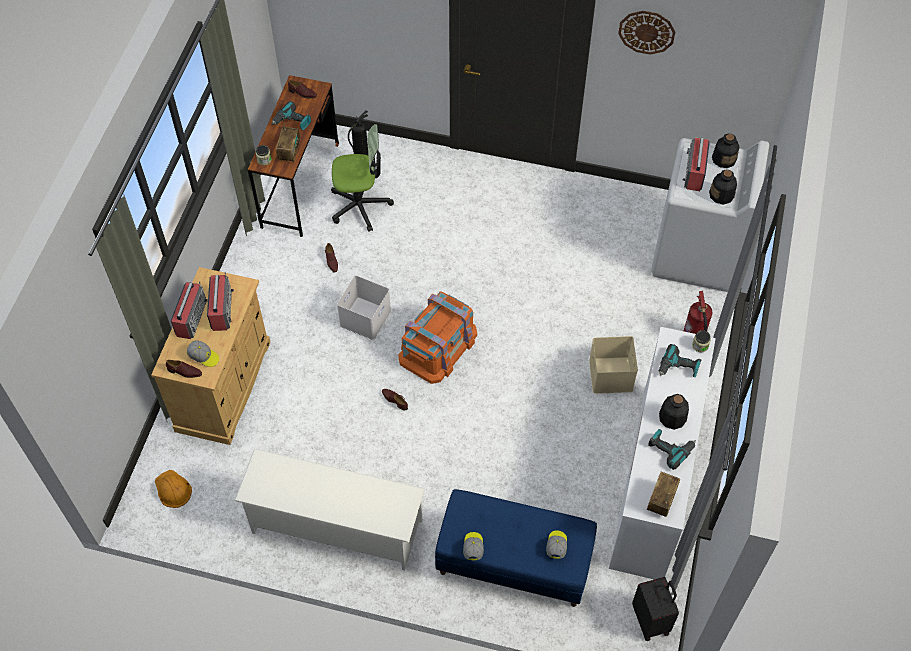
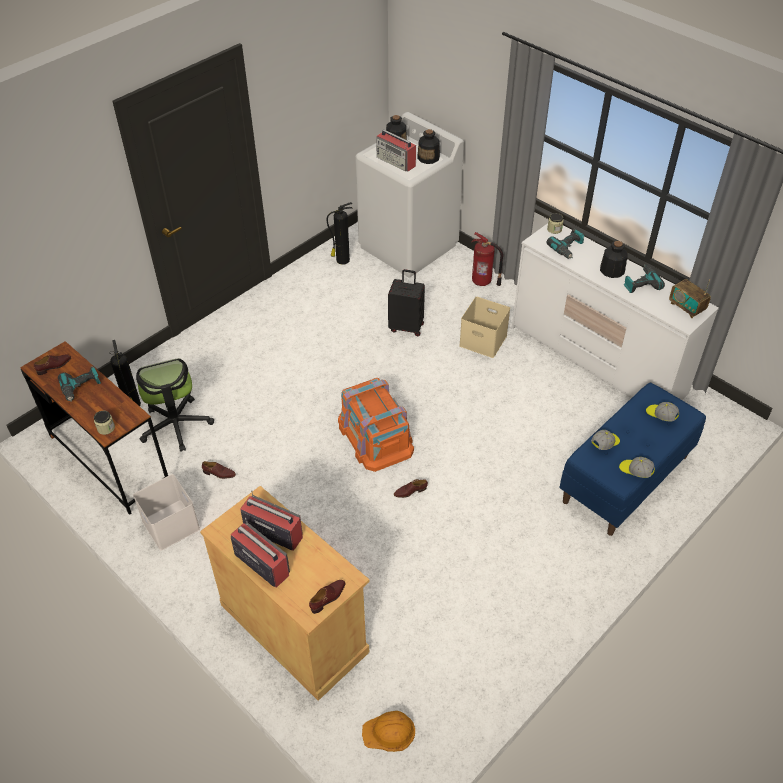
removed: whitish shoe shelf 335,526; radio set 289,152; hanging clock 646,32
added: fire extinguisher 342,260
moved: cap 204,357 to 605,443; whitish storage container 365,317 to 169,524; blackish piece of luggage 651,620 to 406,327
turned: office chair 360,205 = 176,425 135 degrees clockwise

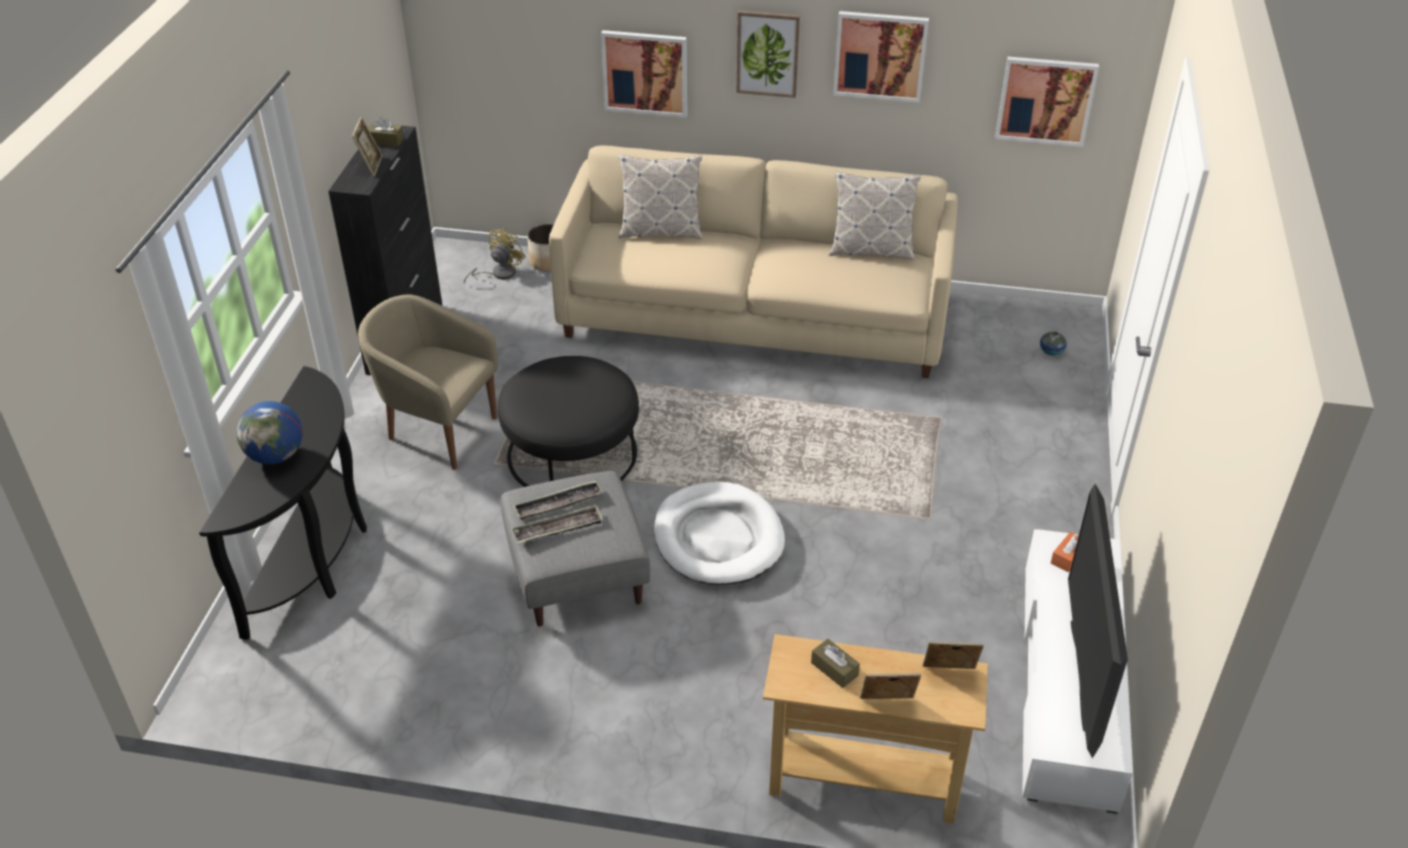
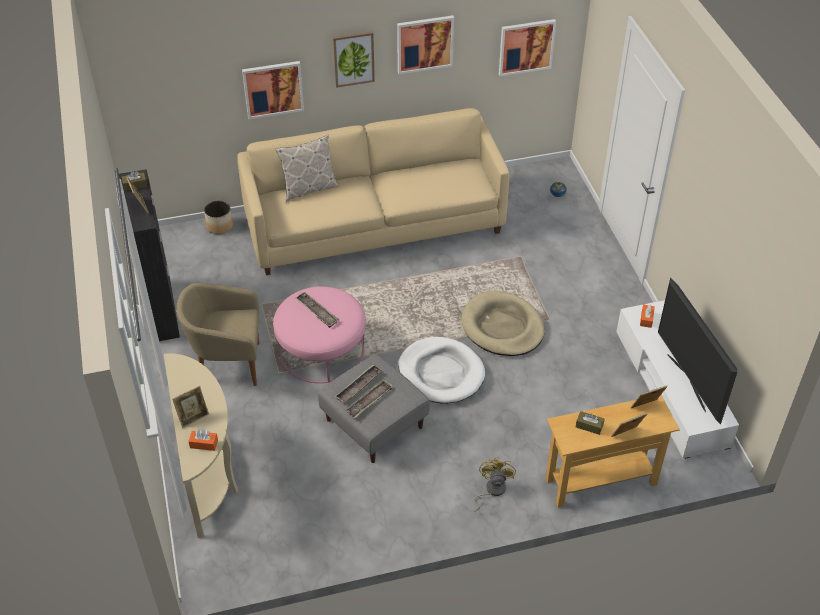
removed: pillow 871,250
added: orange-coloured tissue holder 204,444; carrying tray 317,312; beige-coloured pet bed 502,327
moved: yellowish electric fan 498,274 to 492,490
replaced: world globe 276,456 to photo frame 193,417
recoloured: blackish console table 316,558 to beige-coloured console table 209,472; blackish footrest 572,453 to pink footrest 321,350

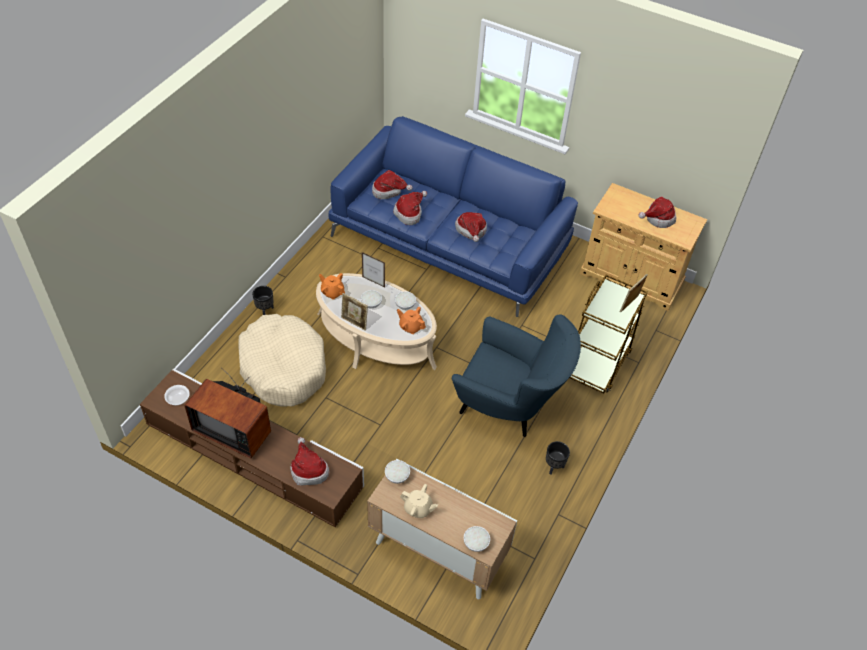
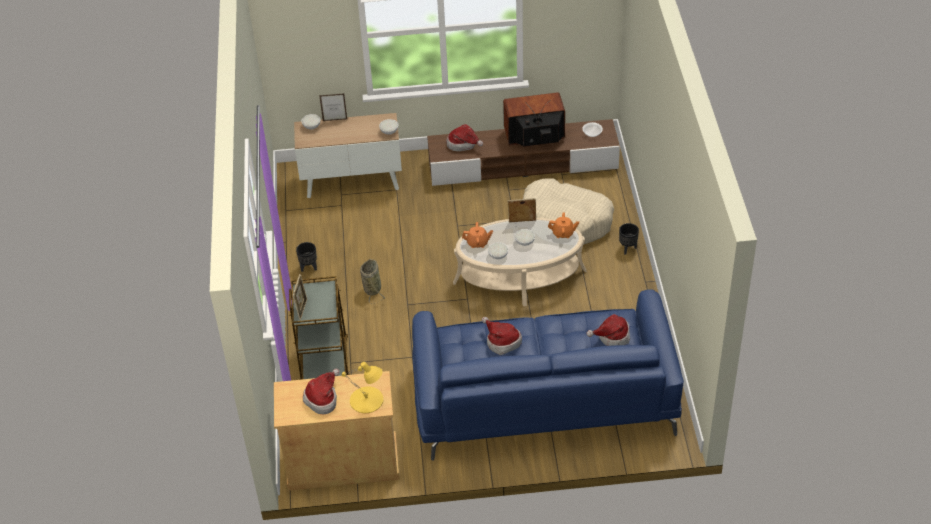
removed: wearable hat 409,213; beige-coloured teapot 418,508
added: yellowish lamp for a table 367,400
moved: photo frame 373,282 to 335,120
replaced: blue lounge chair 509,407 to storage basket 372,288

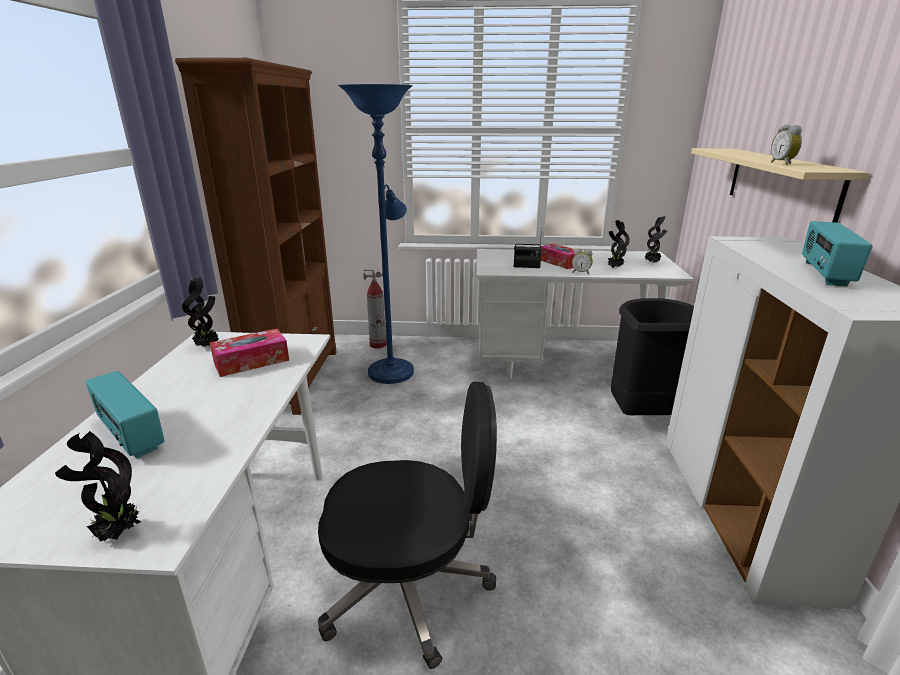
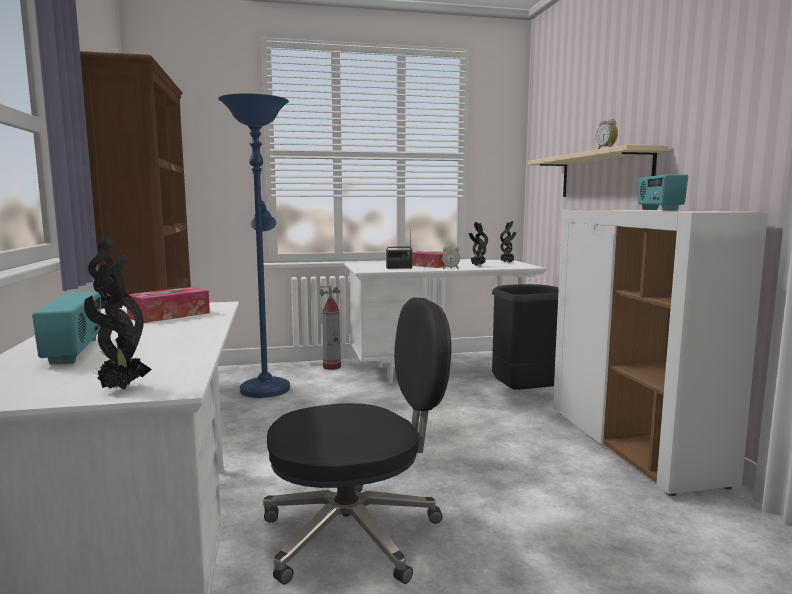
moved: fire extinguisher 378,345 to 332,367
turned: radio set 130,435 = 75,351 135 degrees counterclockwise

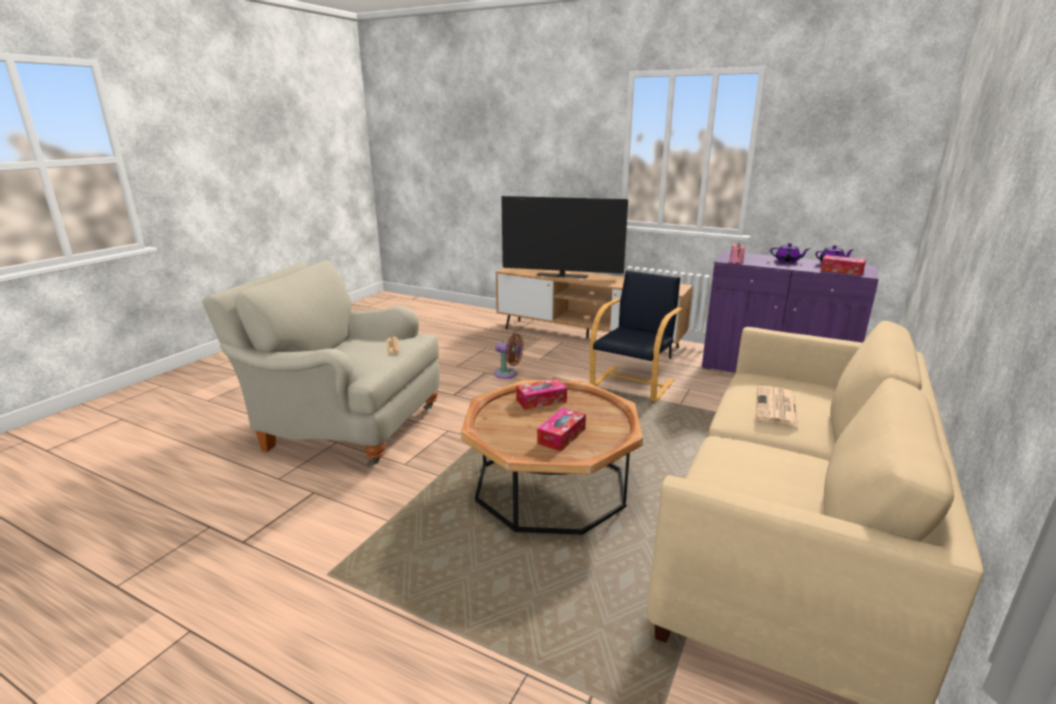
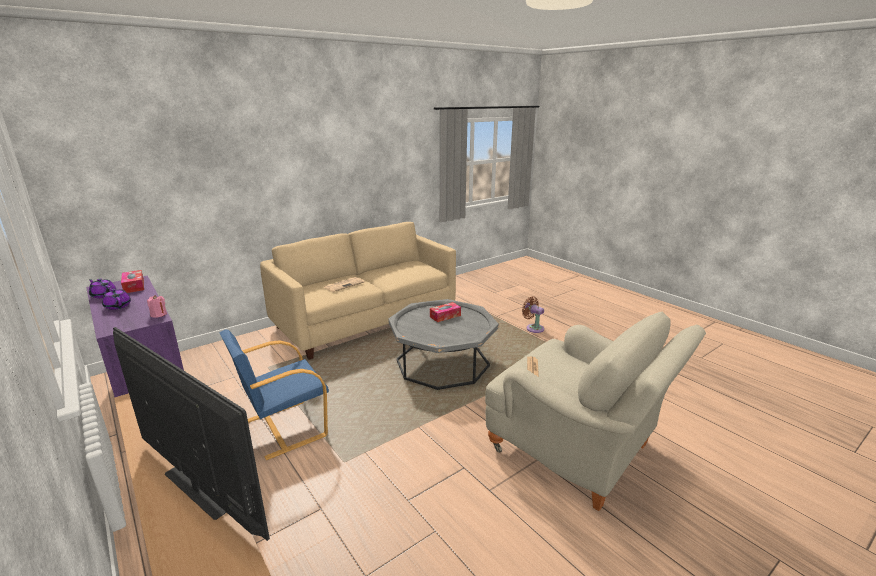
removed: tissue holder 541,400
moved: brownish electric fan 508,374 to 533,328
recoloured: brownish coffee table 550,486 to gray coffee table 442,363; blackish lounge chair 633,383 to blue lounge chair 284,428

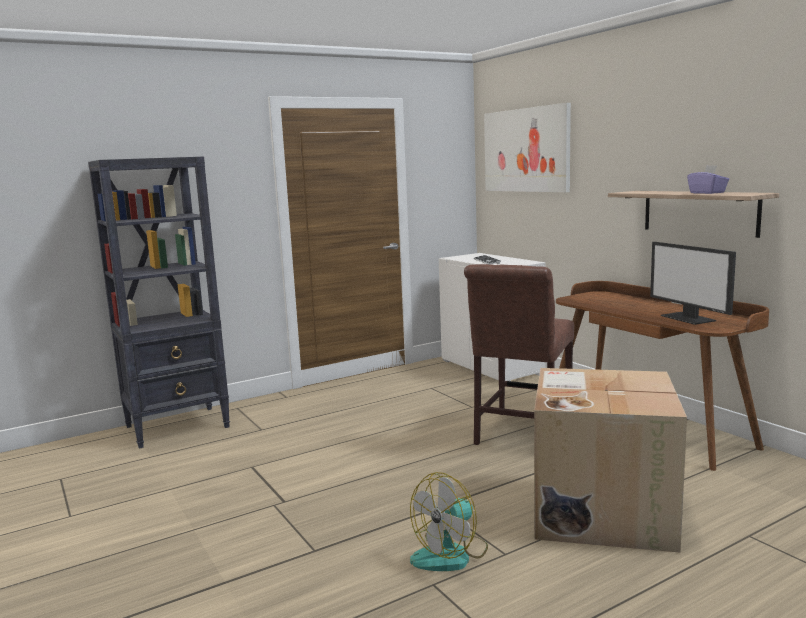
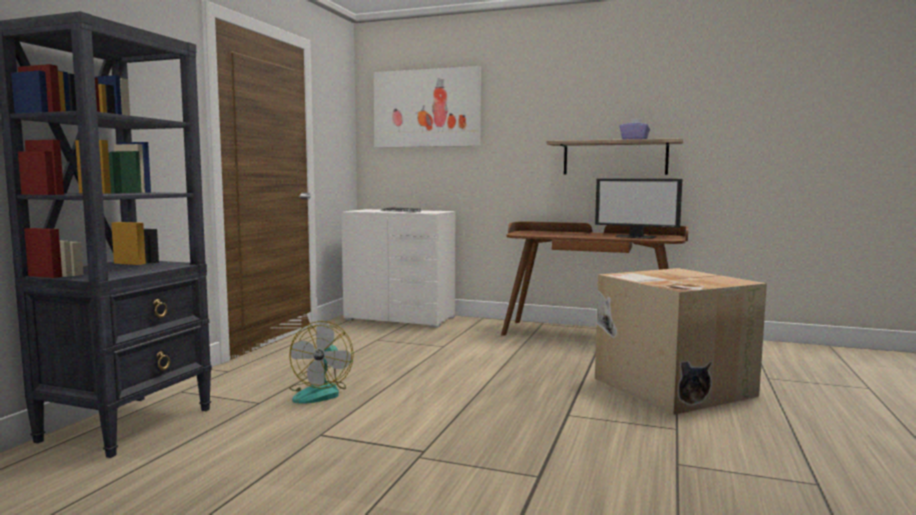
removed: brownish upright chair 521,435
moved: electric fan 451,554 to 321,392

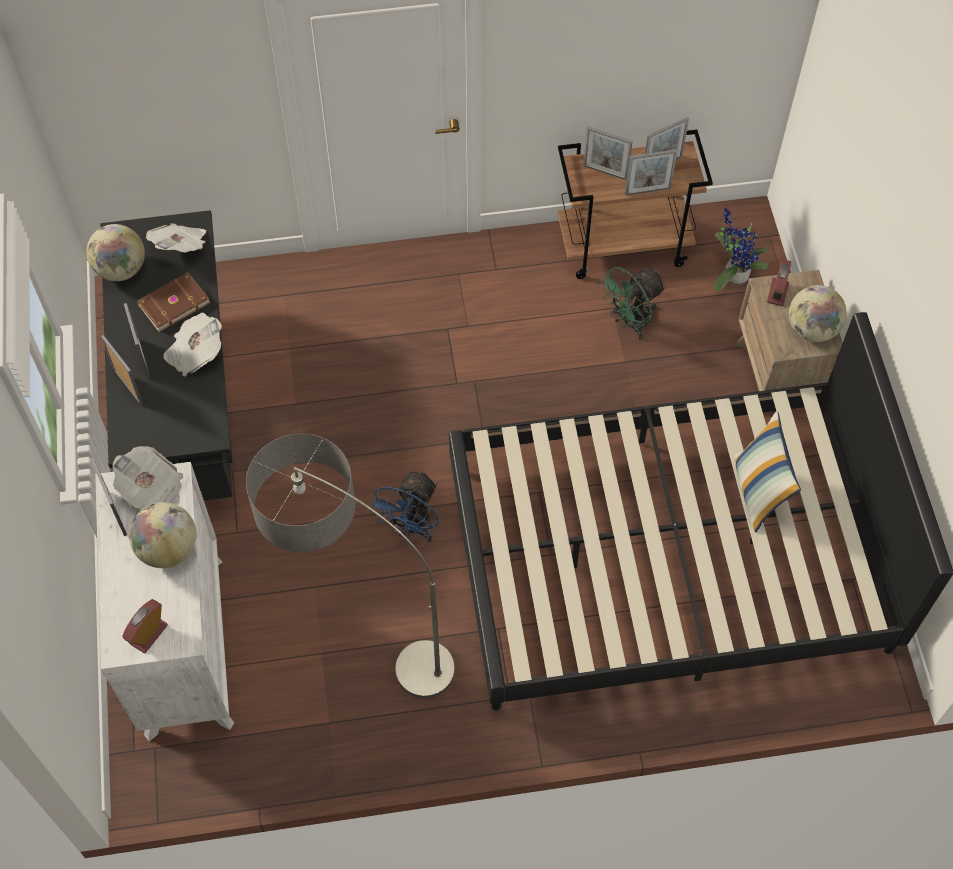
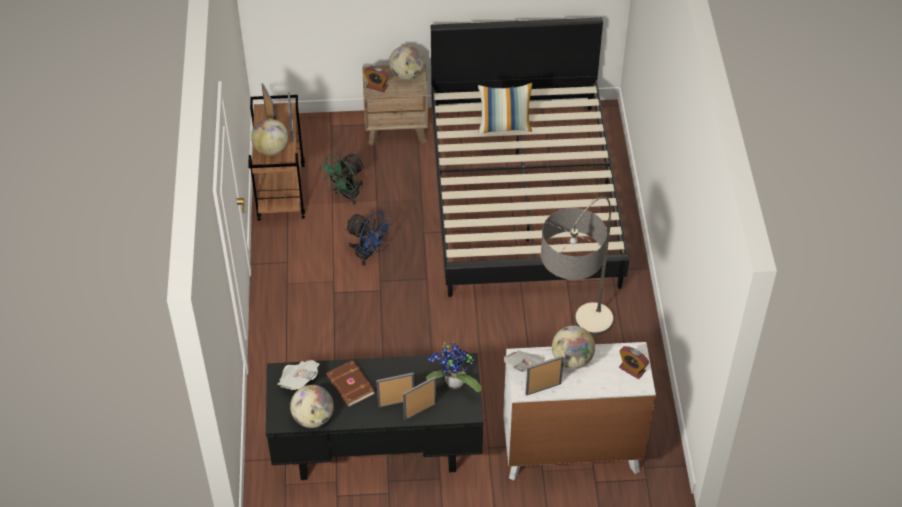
removed: daily paper 195,353
moved: blue electric fan 411,529 to 369,254; plant in a pot 733,275 to 453,383
replaced: photo frame 605,172 to world globe 271,149
turned: green-coloured electric fan 630,323 = 346,195 75 degrees clockwise

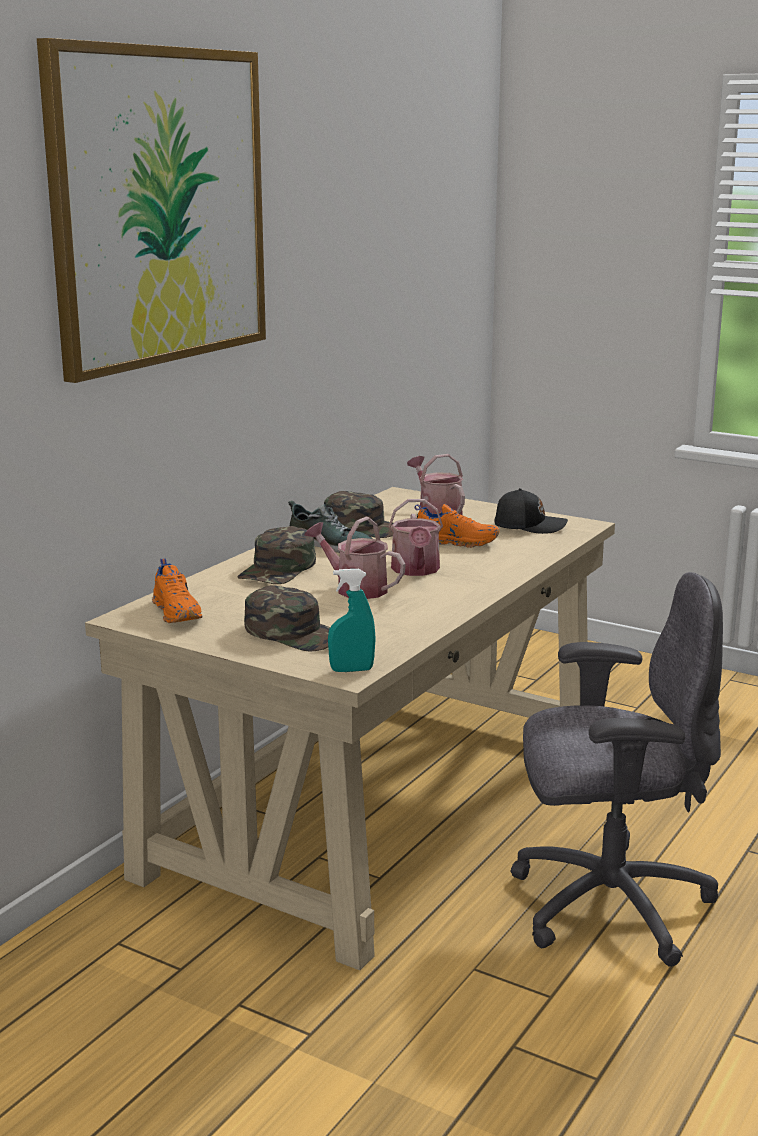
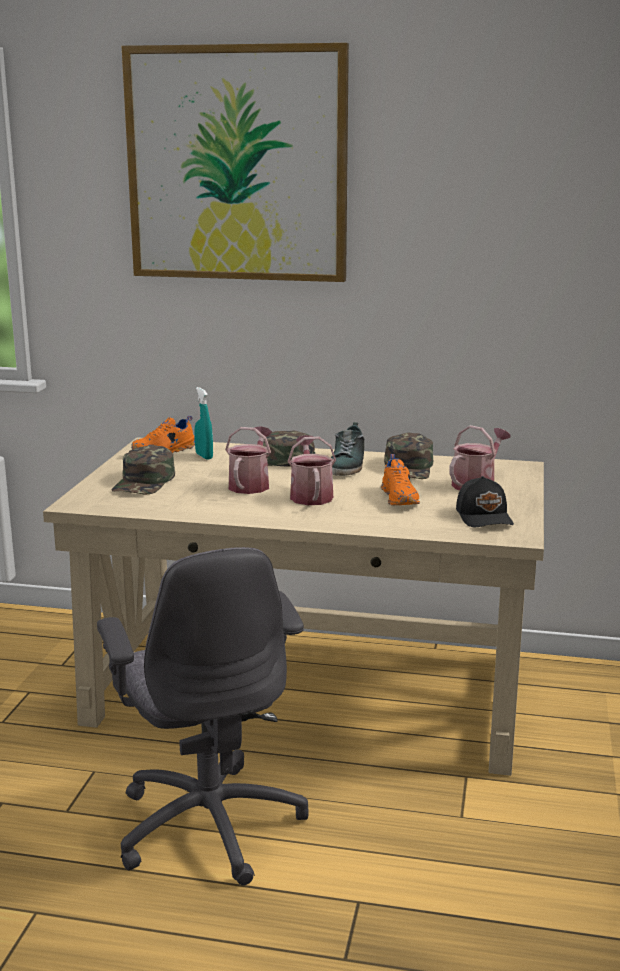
moved: turquoise spray bottle 351,670 to 204,456
turned: sprinkling can 416,570 = 310,495 105 degrees clockwise

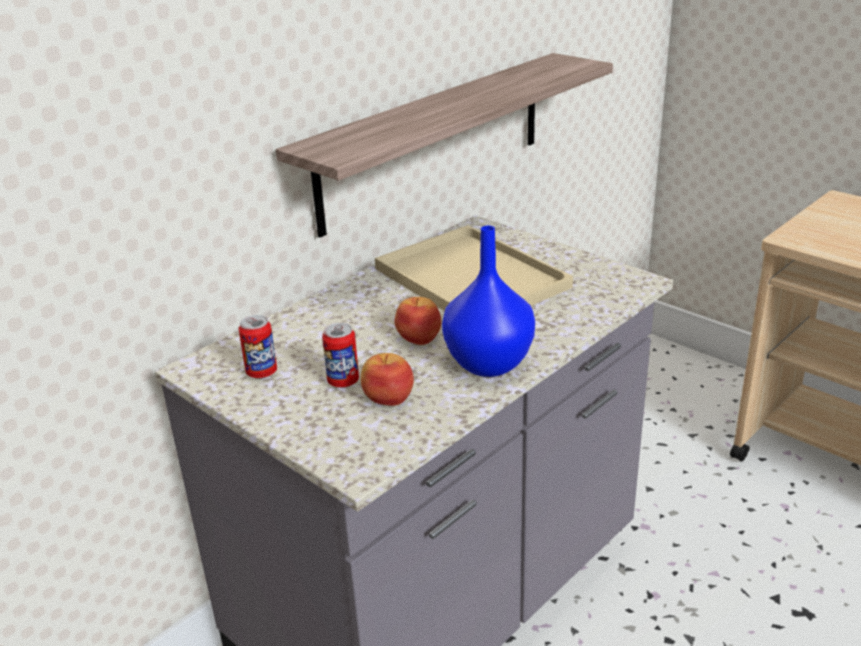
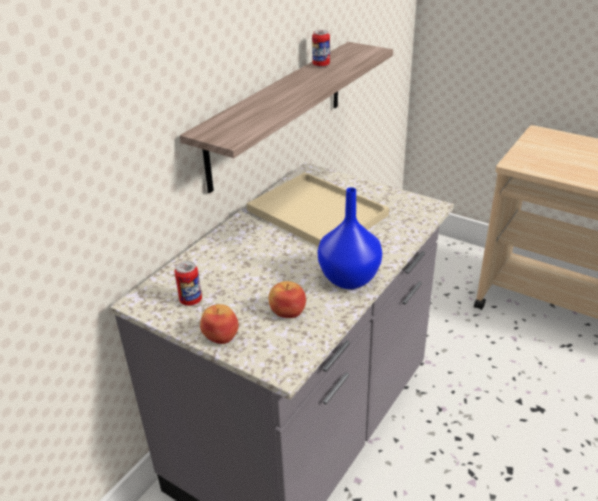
moved: metal can 343,381 to 321,65; apple 419,337 to 221,336

